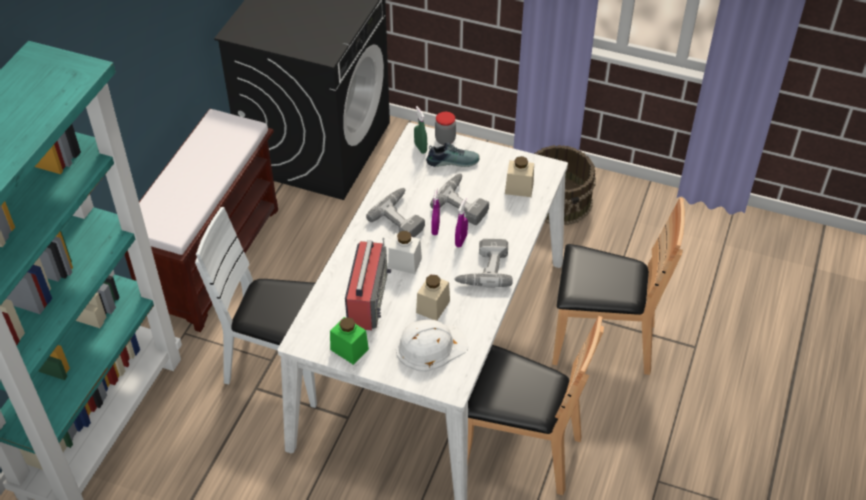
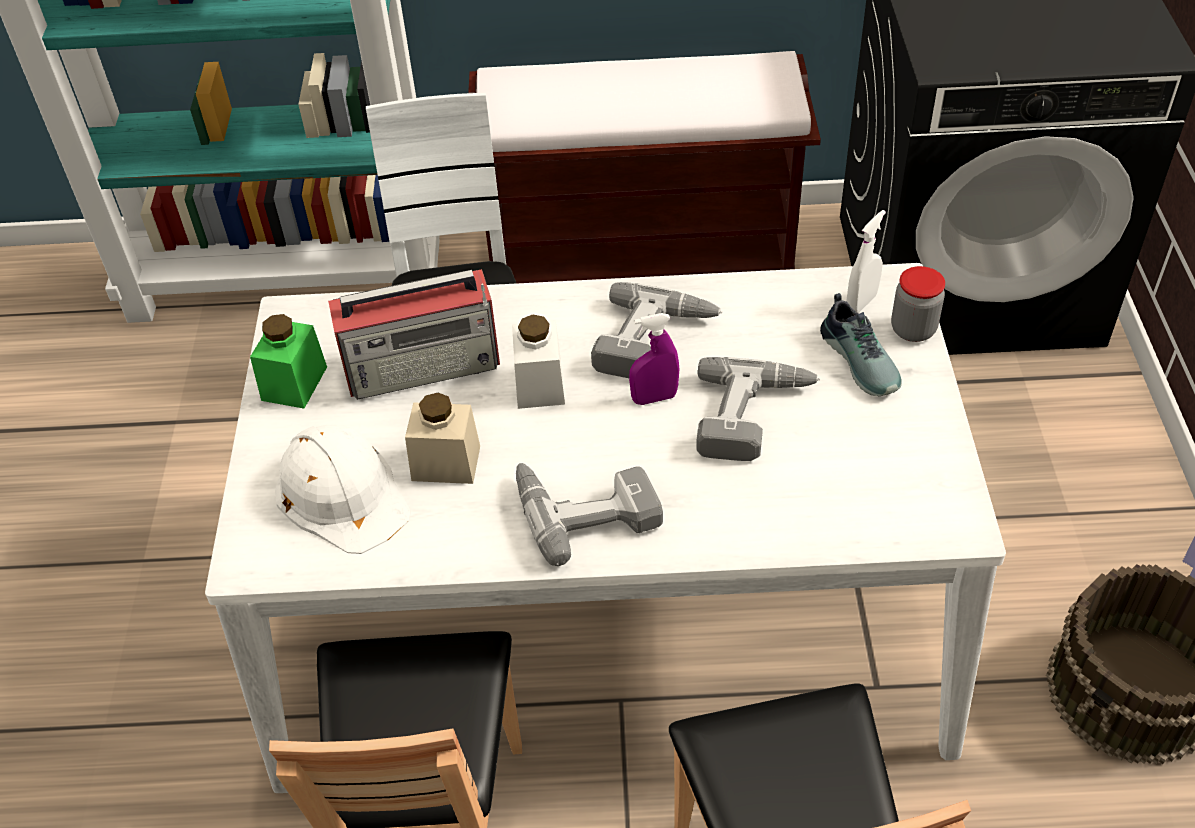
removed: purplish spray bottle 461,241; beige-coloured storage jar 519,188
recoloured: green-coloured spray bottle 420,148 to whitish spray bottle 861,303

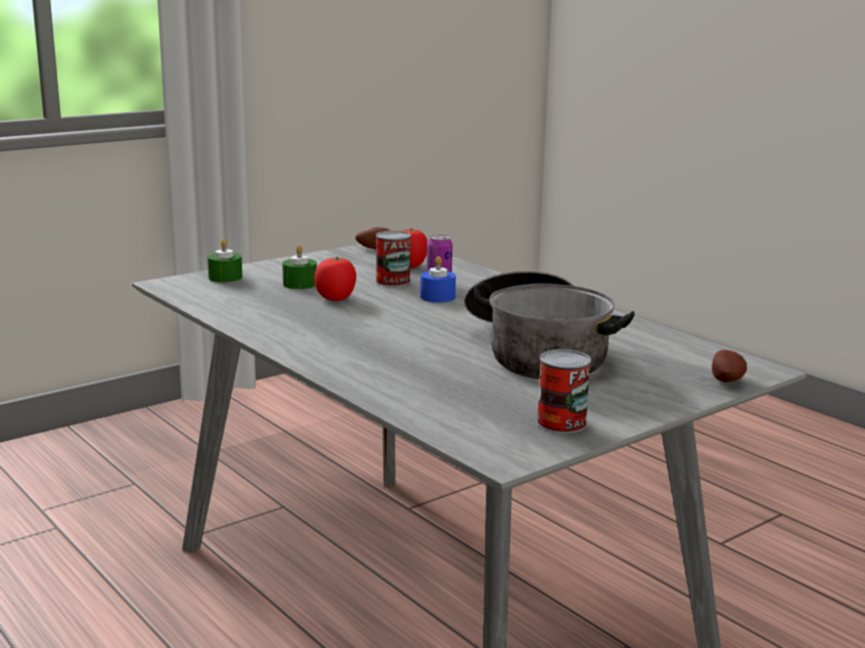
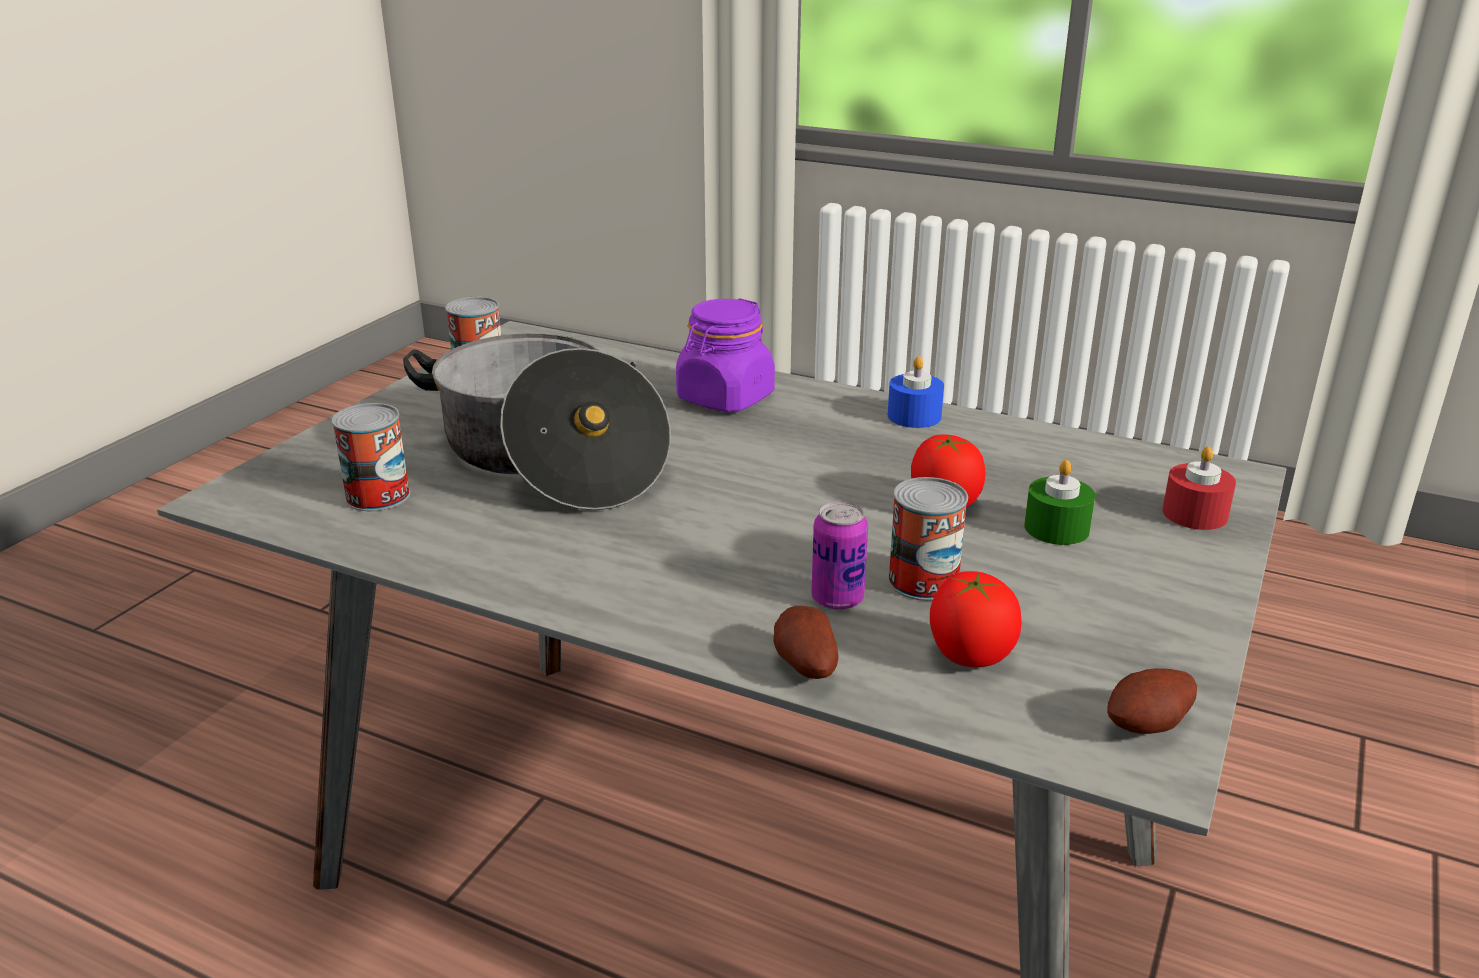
added: metal can 378,496; purplish storage jar 725,398
moved: blue candle 437,297 to 914,416; spud 727,381 to 804,666
recoloured: green-coloured candle 225,277 to red candle 1194,514

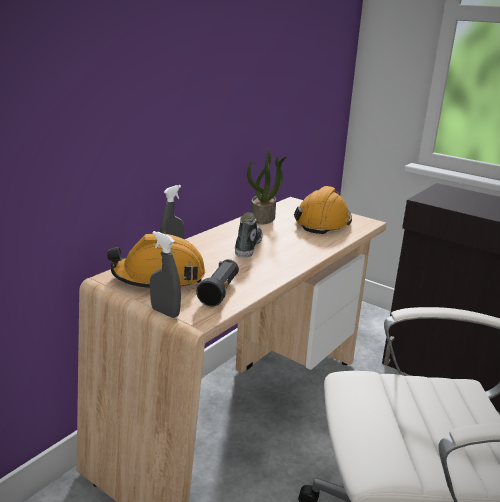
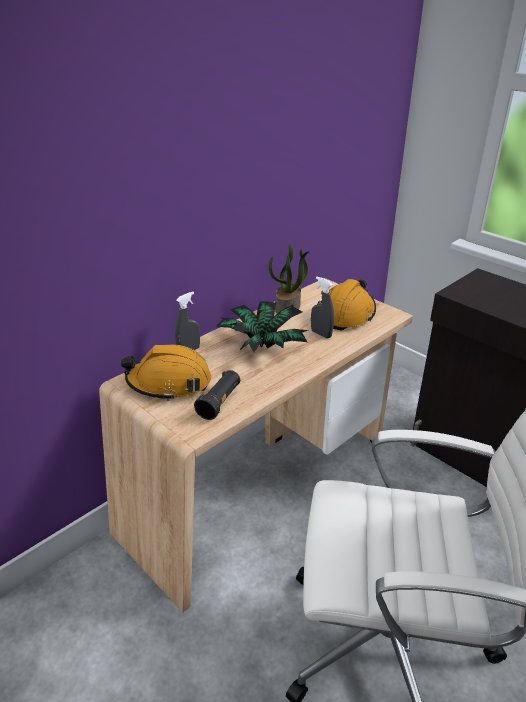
moved: gray spray bottle 165,312 to 321,334
replaced: shoe 247,246 to plant in a pot 262,345

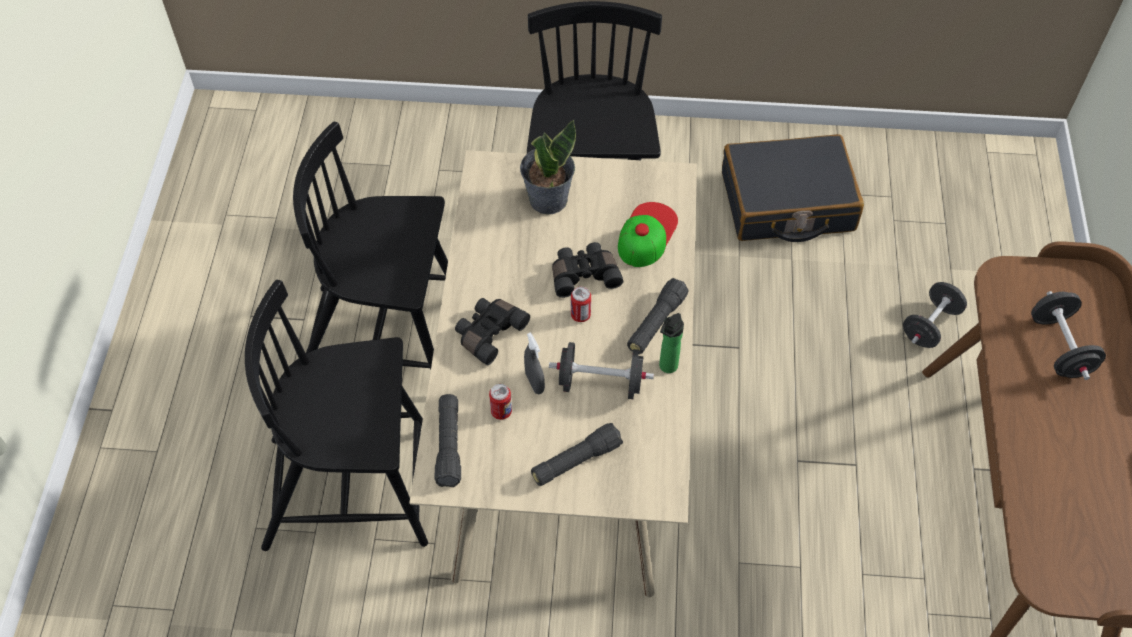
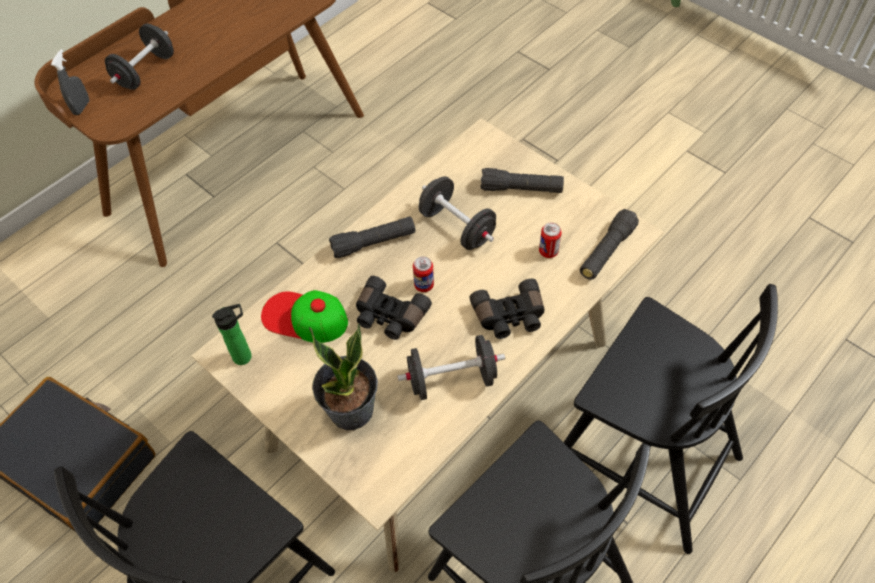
moved: gray spray bottle 534,383 to 81,107; bottle 667,368 to 245,356; blackish hand weight 930,325 to 451,379
turned: cap 646,234 = 304,318 45 degrees clockwise

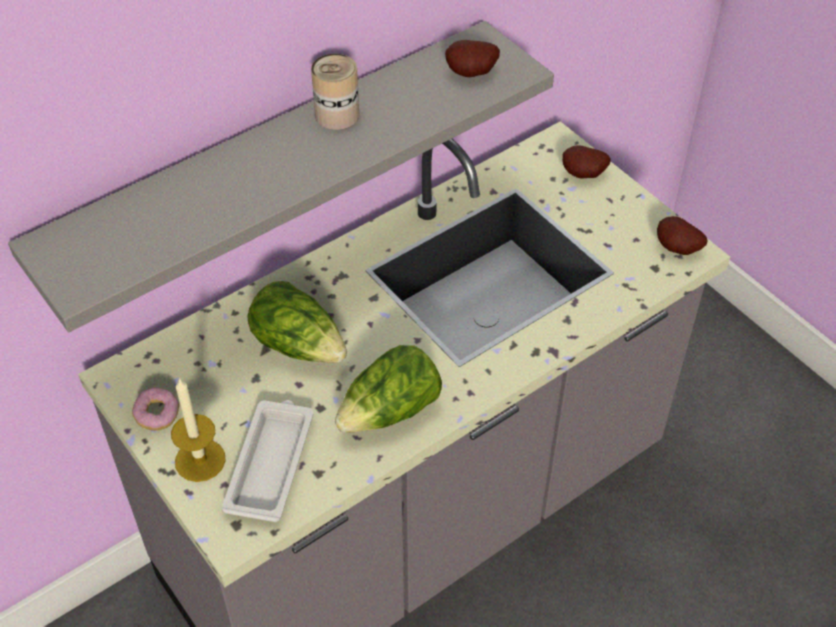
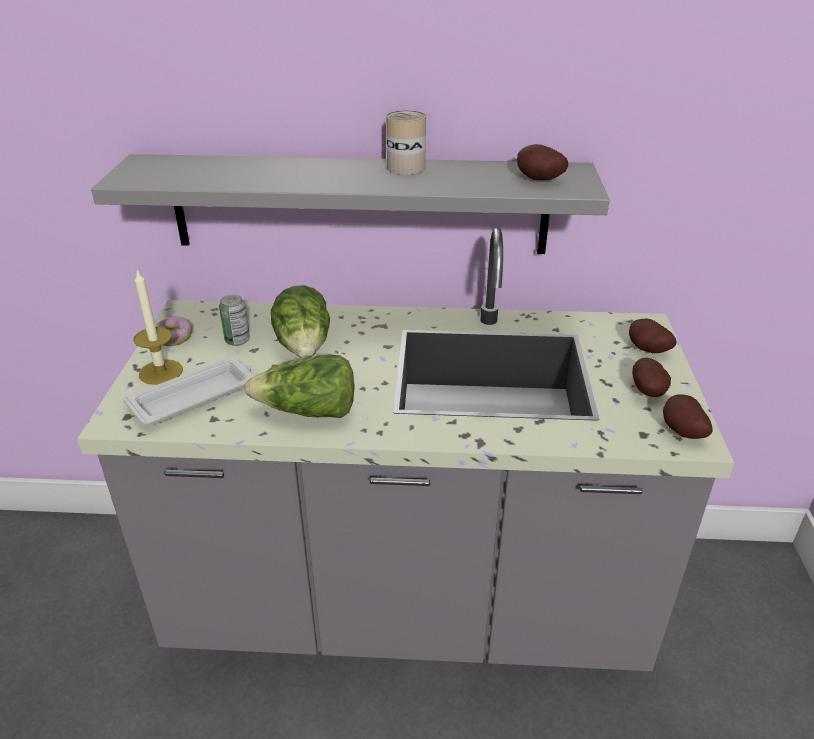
added: metal can 237,340; spud 648,392

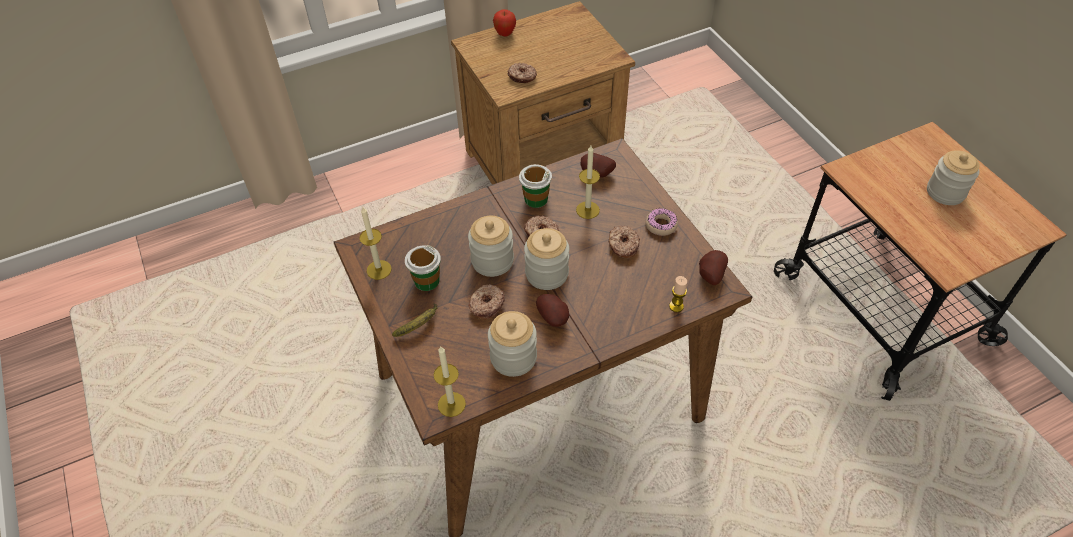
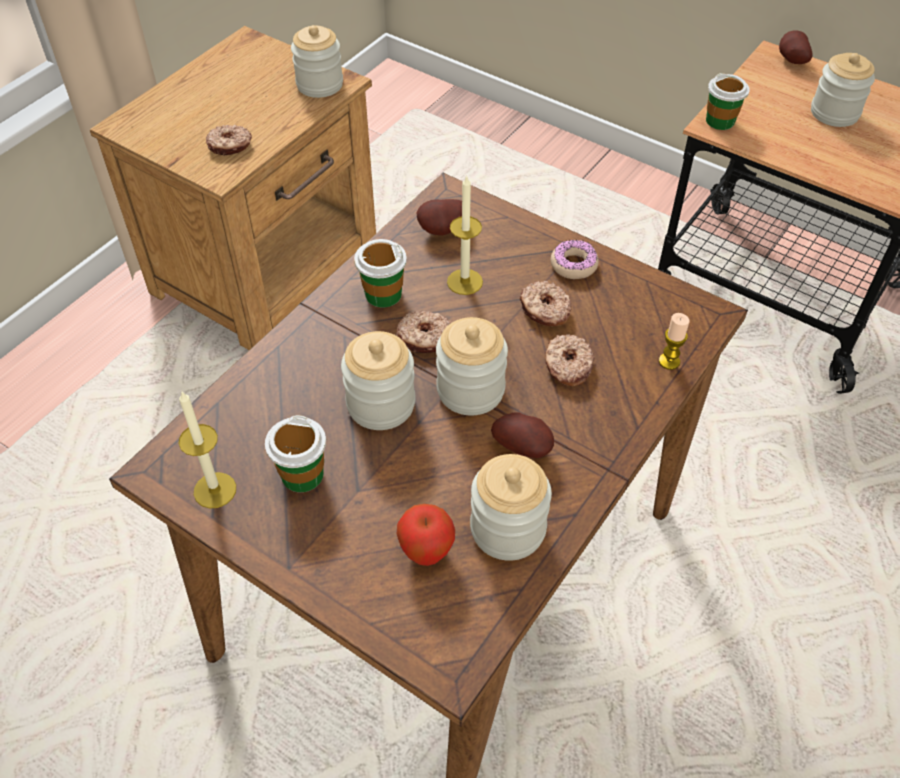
removed: banana fruit 419,325; candle 451,404
added: storage jar 319,84; small cup 720,121
moved: ring doughnut 486,305 to 567,366; apple 505,34 to 426,552; spud 710,275 to 790,60

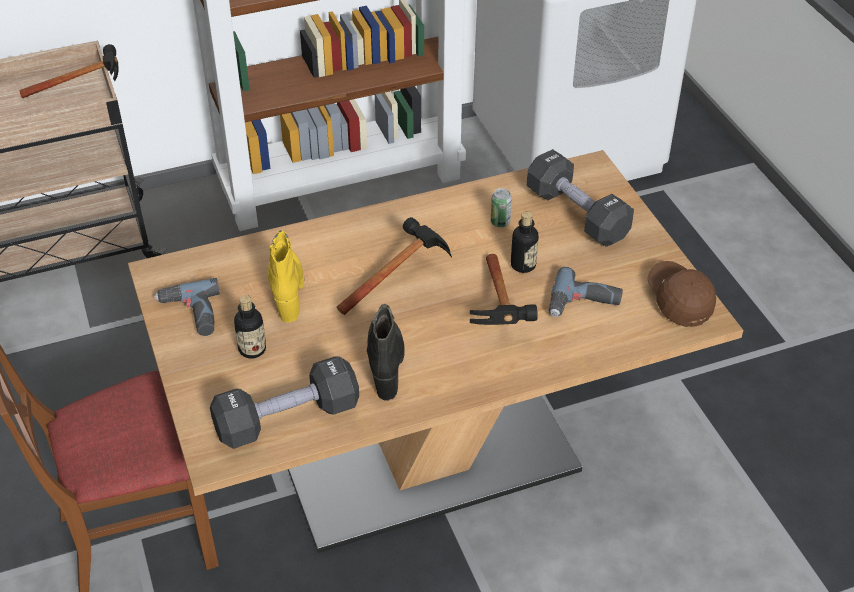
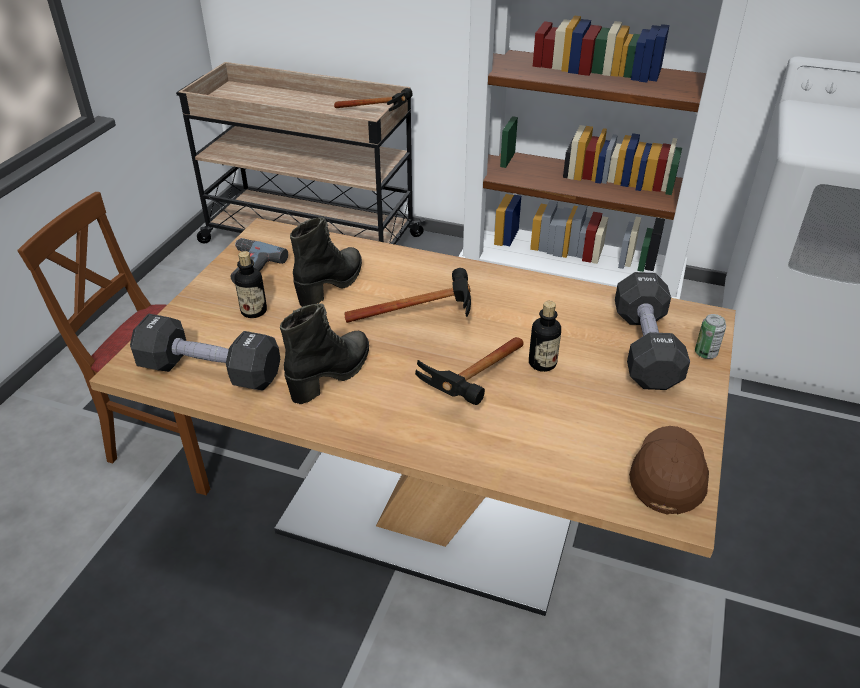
removed: drill 584,305
moved: metal can 500,222 to 705,353
recoloured: yellowish boot 287,289 to blackish boot 332,284

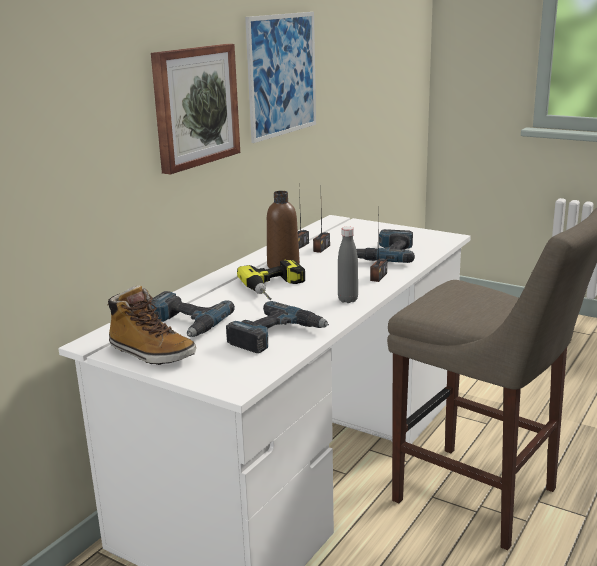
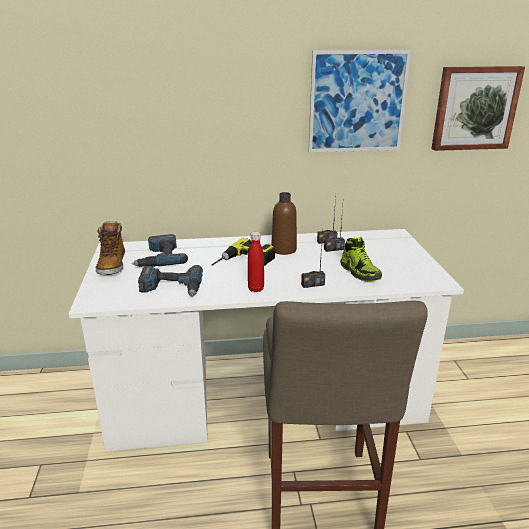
moved: wall picture 194,106 to 474,108
replaced: drill 385,254 to shoe 360,272
recoloured: gray bottle 348,300 to red bottle 256,289

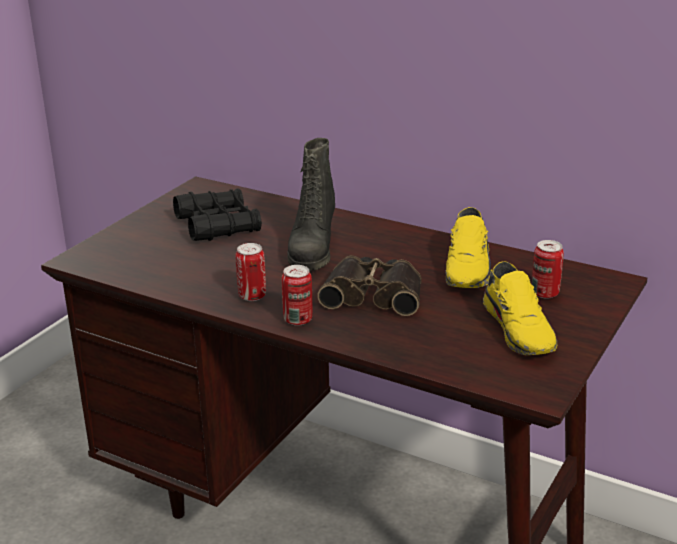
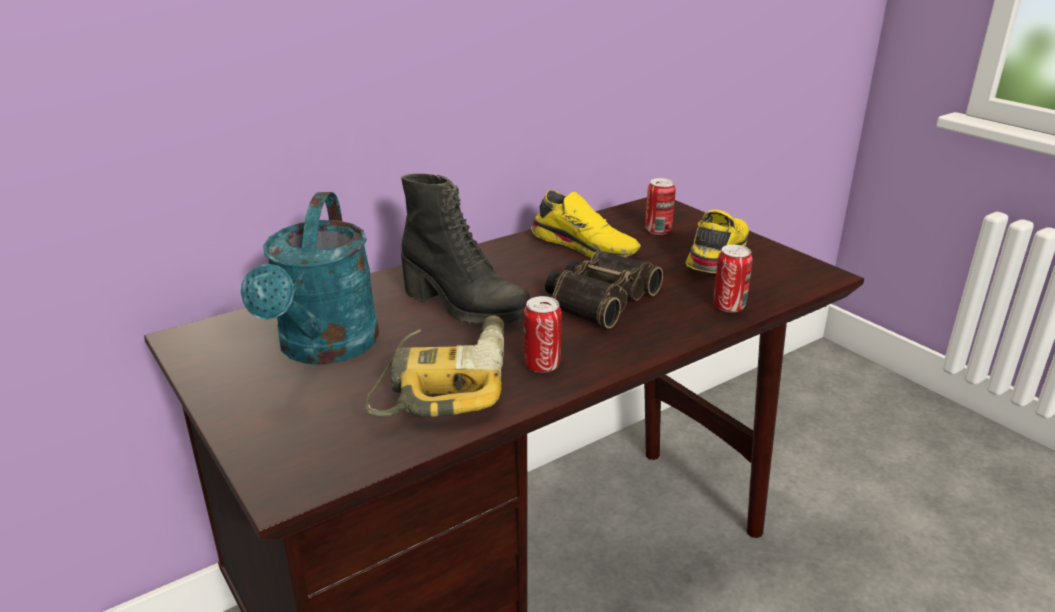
added: drill 445,381
moved: metal can 298,320 to 729,307
replaced: blackish field glasses 218,225 to turquoise sprinkling can 324,349
turned: yellowish shoe 520,329 = 714,255 75 degrees counterclockwise

